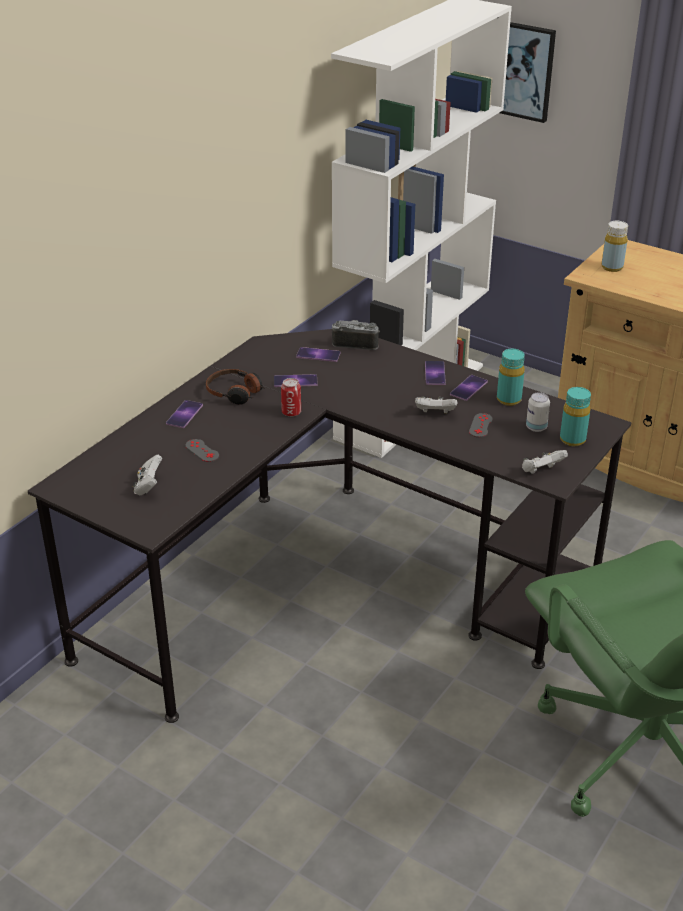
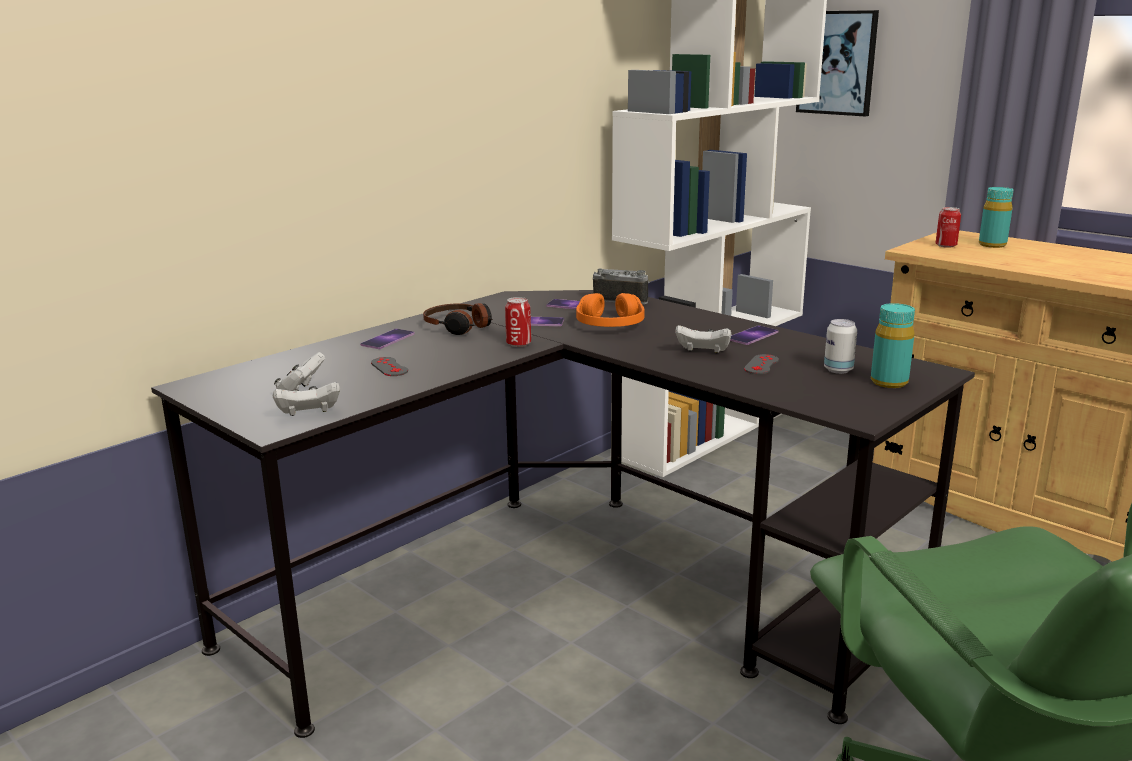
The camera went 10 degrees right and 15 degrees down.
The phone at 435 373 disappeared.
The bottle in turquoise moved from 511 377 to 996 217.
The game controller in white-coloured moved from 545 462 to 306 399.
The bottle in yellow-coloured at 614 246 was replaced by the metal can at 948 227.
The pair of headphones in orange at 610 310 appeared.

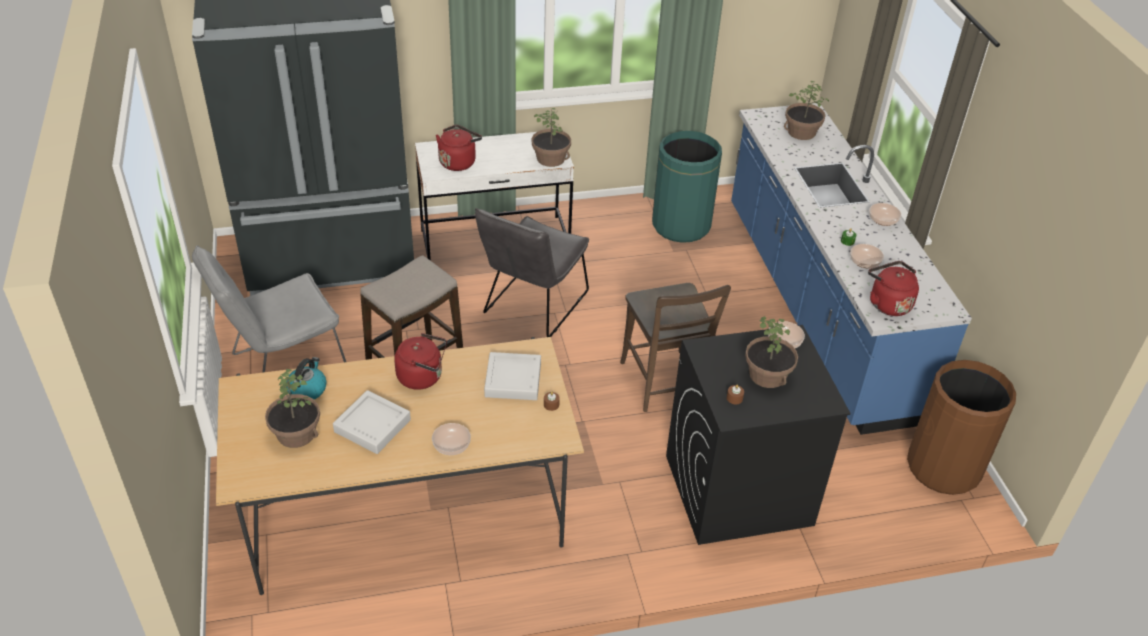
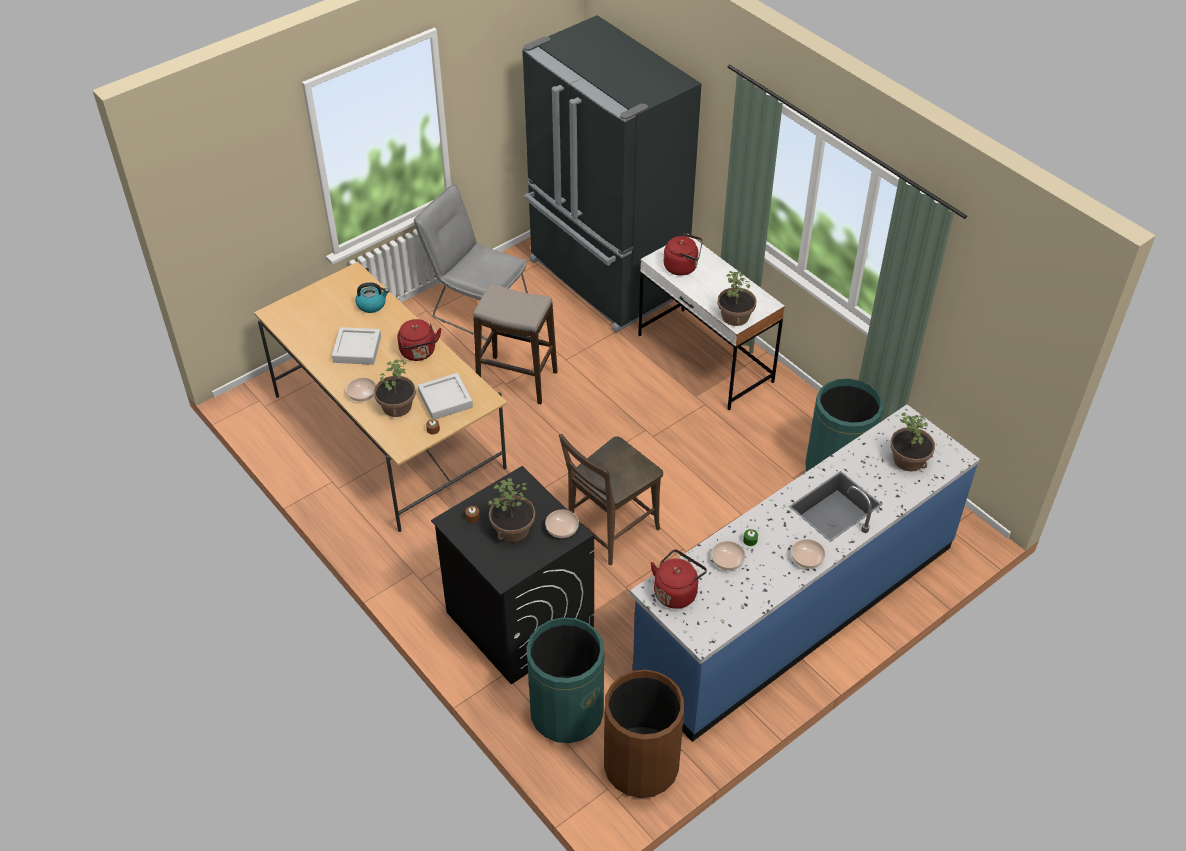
The camera went 65 degrees right and 5 degrees up.
The houseplant moved from 292 408 to 395 388.
The plain chair in greyish at 532 272 disappeared.
The trash can in green-coloured at 565 680 appeared.

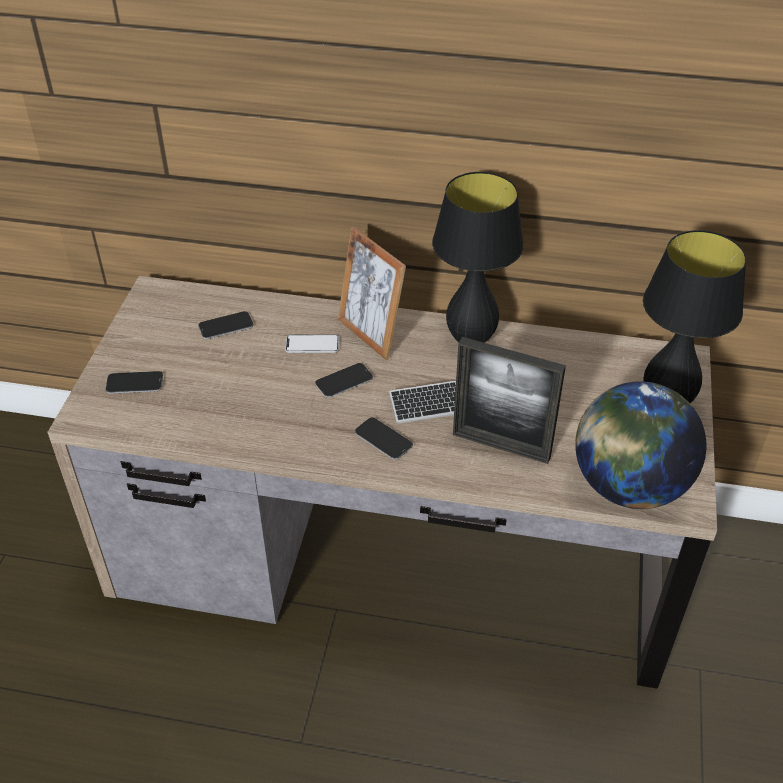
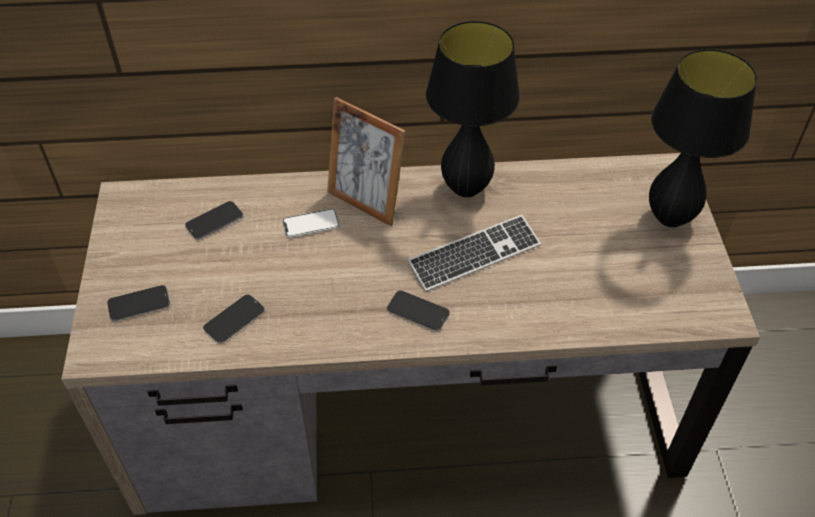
The camera went 15 degrees left and 5 degrees up.
The phone moved from 344 380 to 234 318.
The picture frame at 509 400 disappeared.
The world globe at 640 445 disappeared.

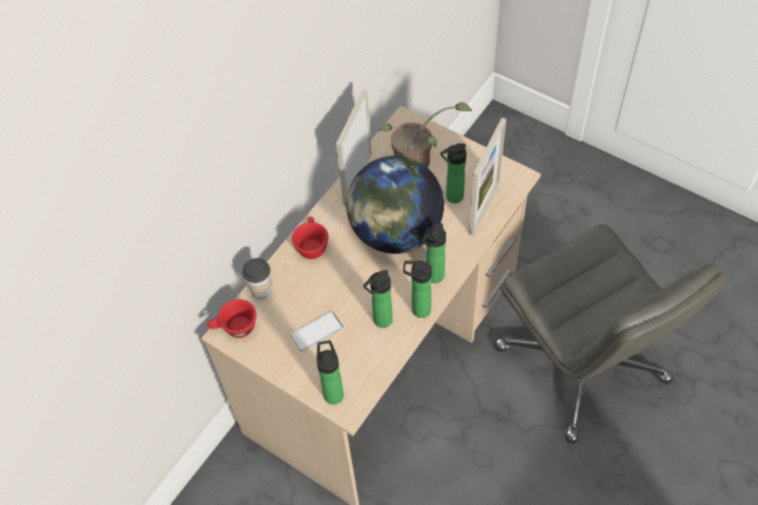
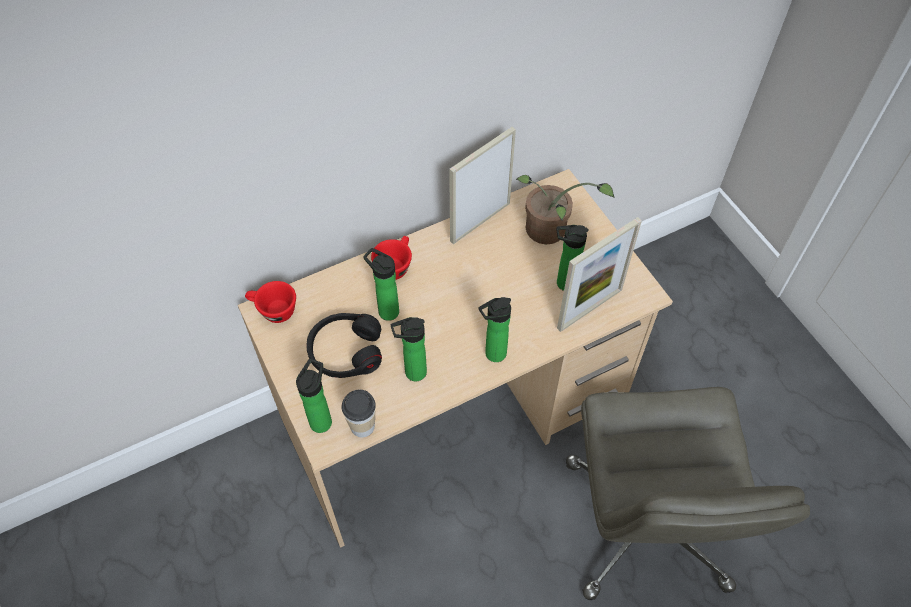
The camera went 25 degrees right and 0 degrees up.
The small cup moved from 257 279 to 358 413.
The phone at 316 331 was replaced by the pair of headphones in black-coloured at 344 345.
The world globe at 395 205 disappeared.
The bottle moved from 417 289 to 381 284.

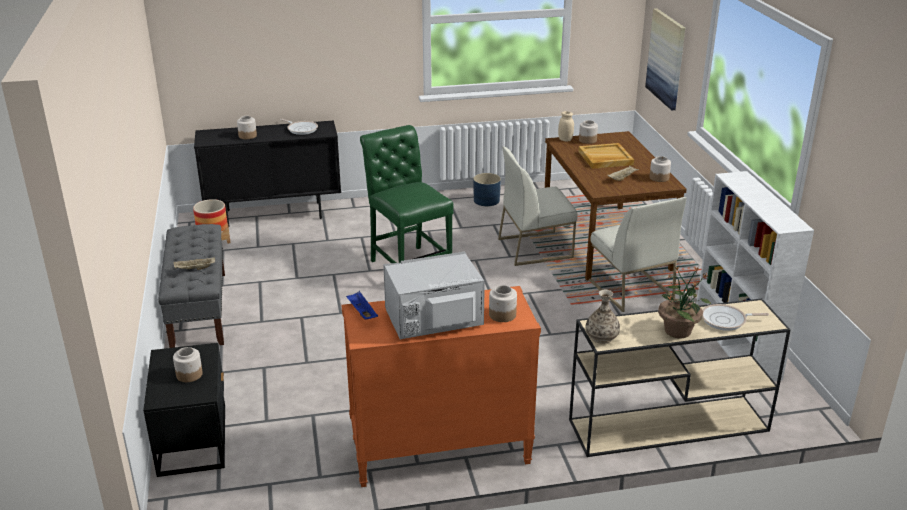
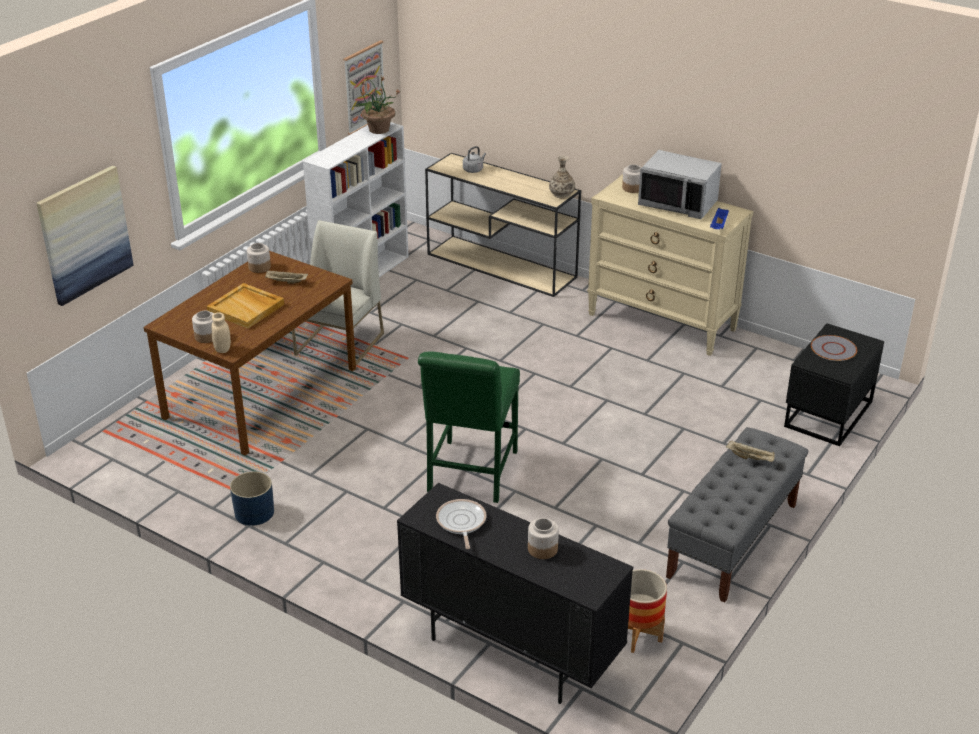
The camera went 135 degrees left and 5 degrees up.
The jar at 188 364 was replaced by the dinner plate in greyish at 834 348.
The drawer chest in orange at 441 386 became the drawer chest in beige-coloured at 670 265.
The plain chair in white-coloured at 537 206 disappeared.
The houseplant moved from 684 302 to 376 105.
The frying pan at 735 317 was replaced by the kettle in greyish at 474 159.
The wall picture at 364 87 appeared.

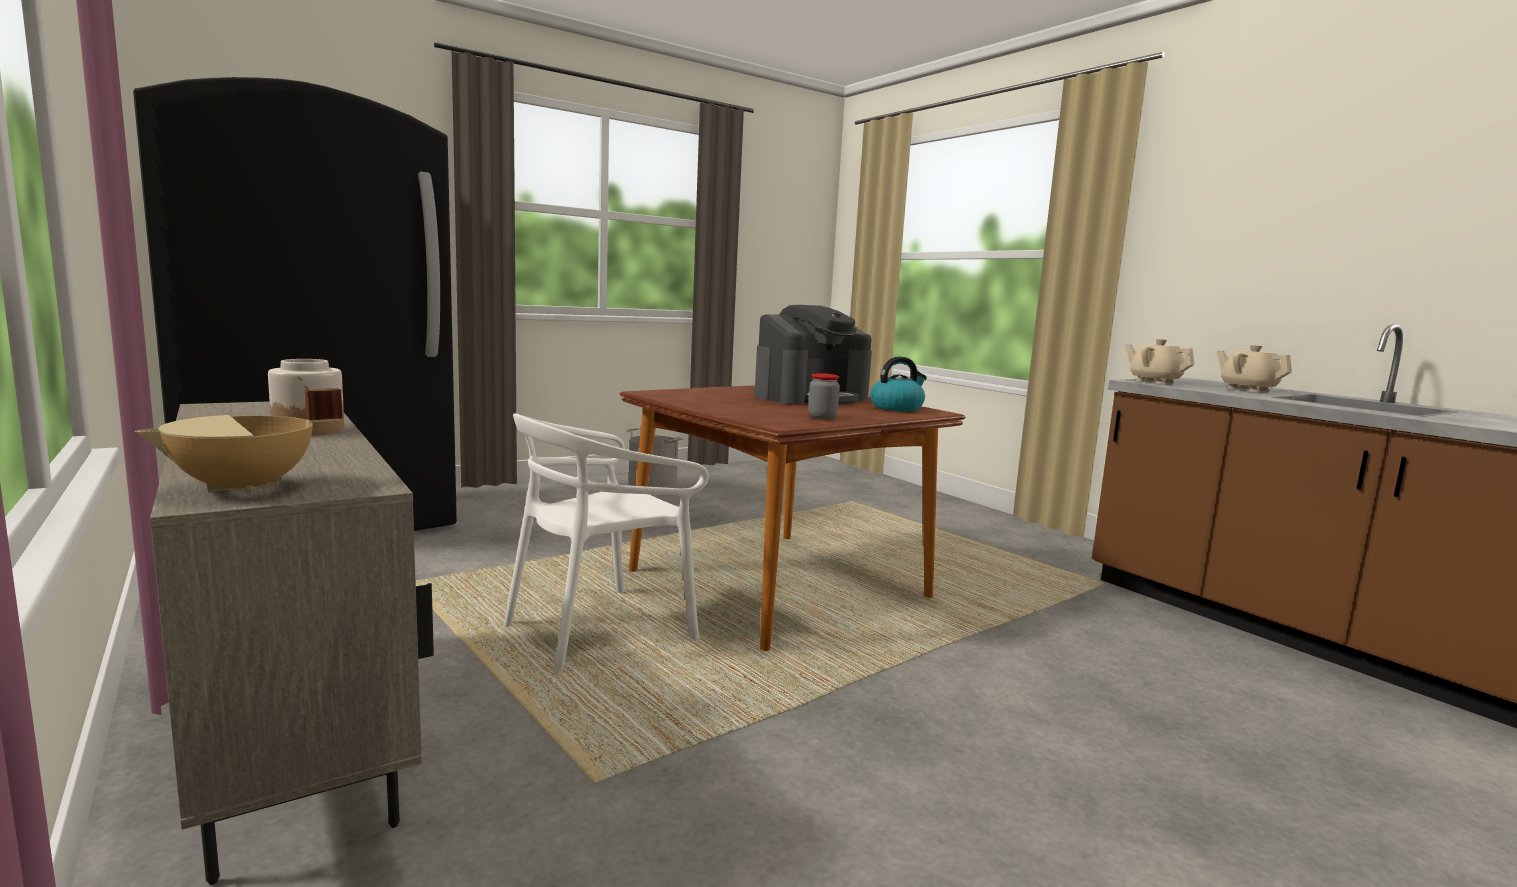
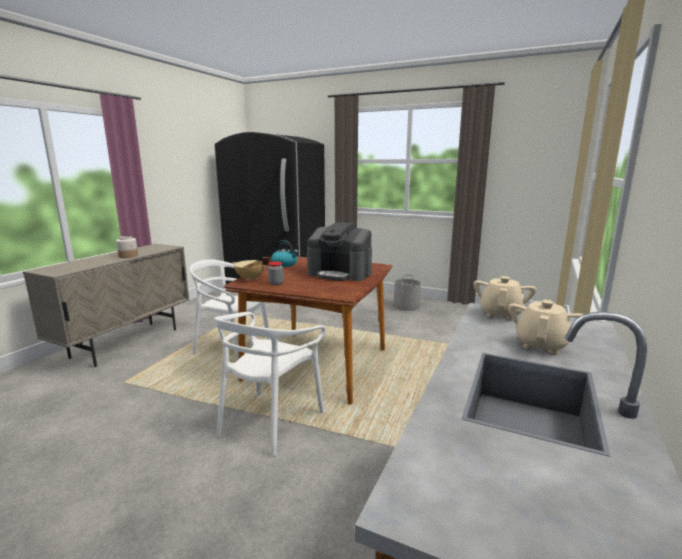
The camera went 60 degrees right and 5 degrees up.
The cooking pot in beige-coloured moved from 239 441 to 251 269.
The kettle moved from 898 383 to 284 253.
The plain chair in white-coloured at 270 384 appeared.

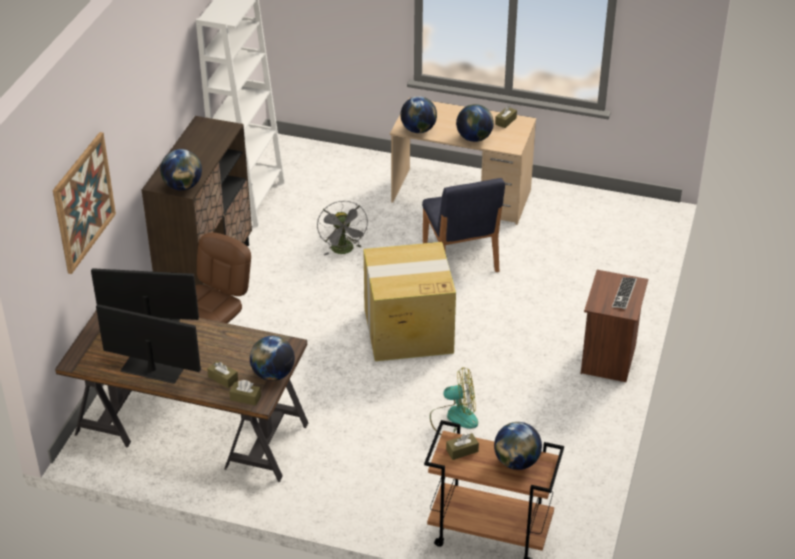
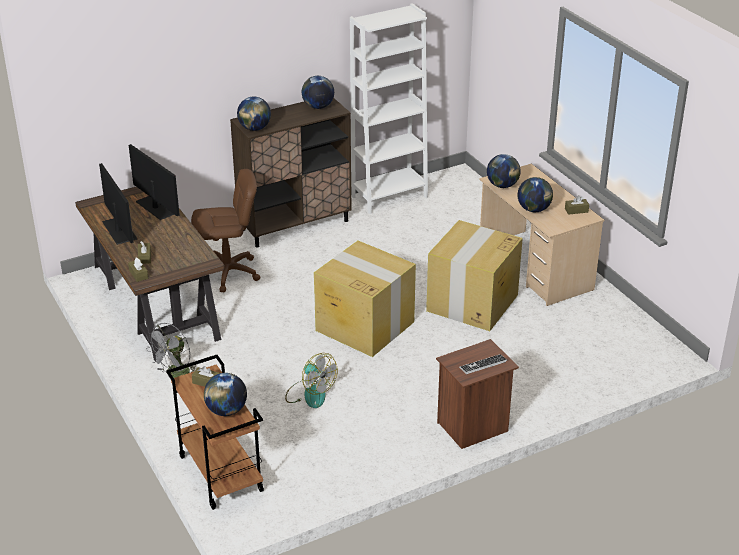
The camera went 45 degrees right and 5 degrees down.
The wall picture at 84 203 disappeared.
The world globe moved from 272 358 to 318 92.
The cooling fan in greyish moved from 342 228 to 171 350.
The plain chair in bluish at 463 225 was replaced by the carton at 474 275.

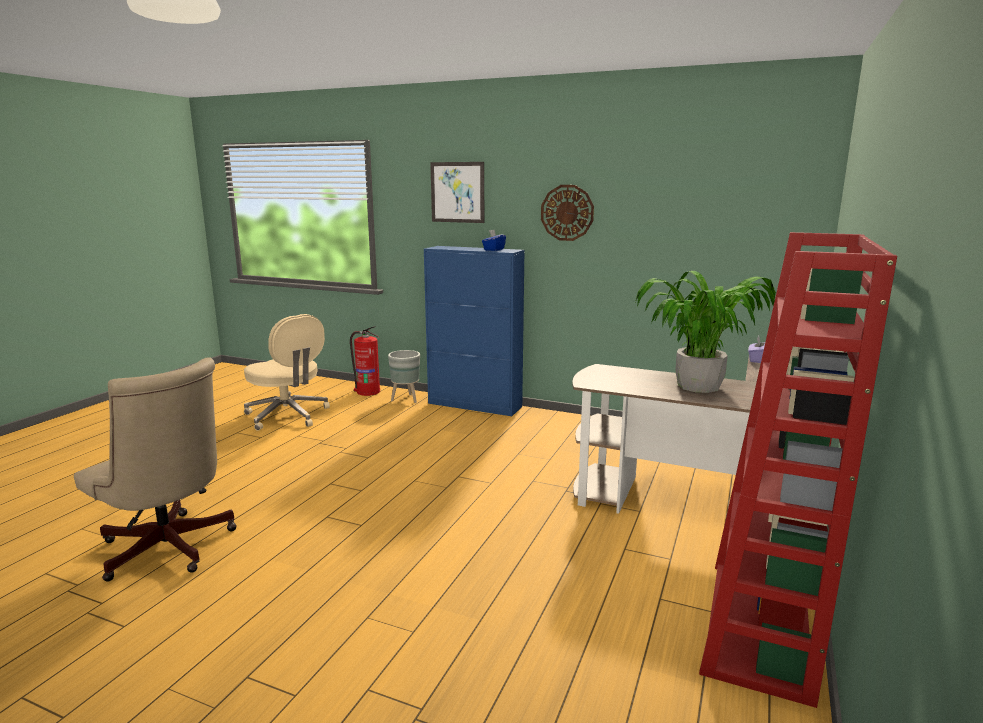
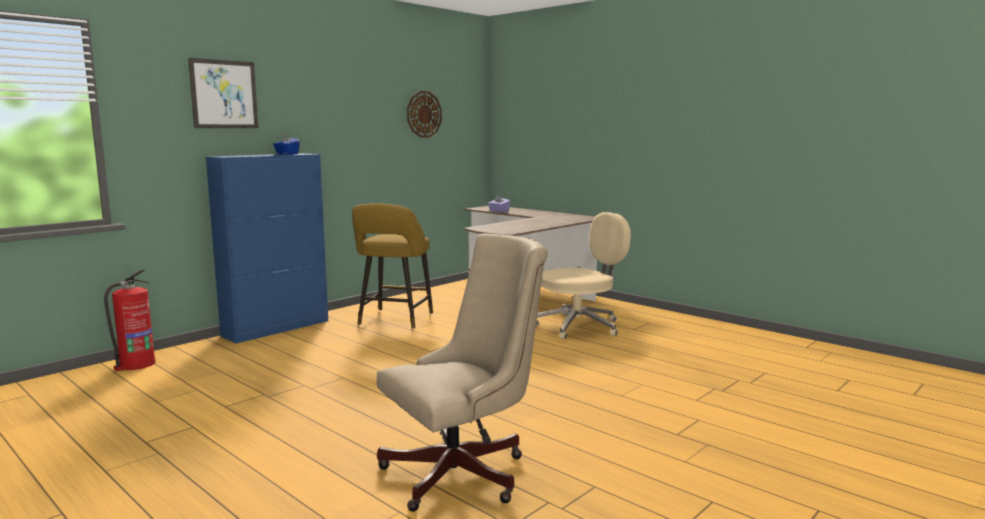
The camera went 70 degrees left and 5 degrees down.
The office chair in beige-coloured moved from 287 372 to 583 275.
The plant pot in greyish at 404 376 disappeared.
The hanging clock moved from 567 213 to 424 114.
The houseplant at 705 332 disappeared.
The bookcase in red at 798 470 disappeared.
The stool seat in yellow-coloured at 392 266 appeared.

